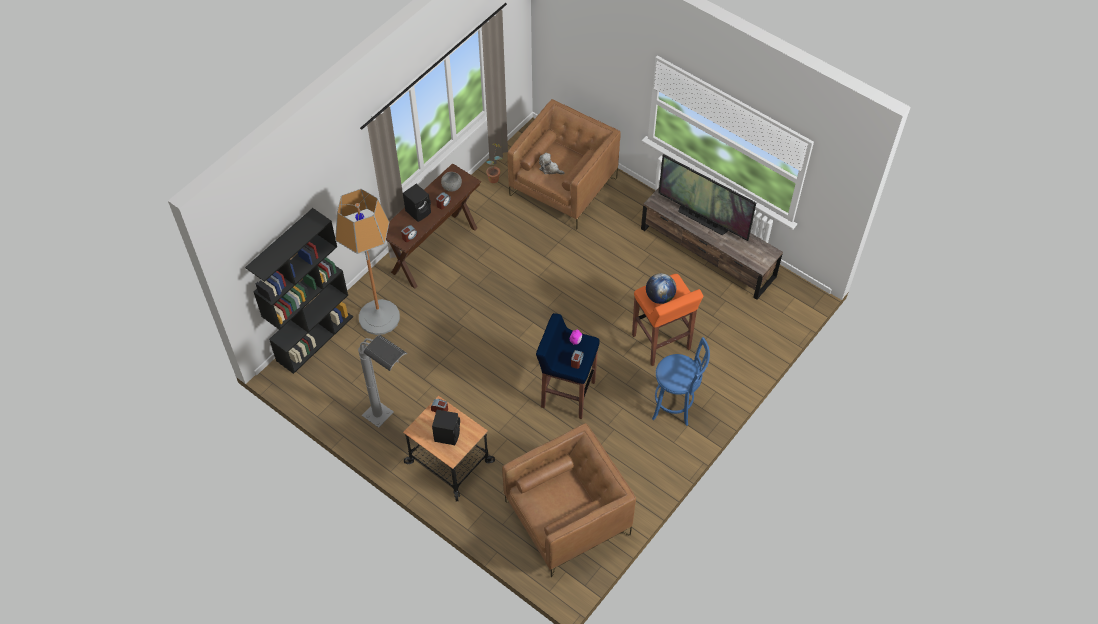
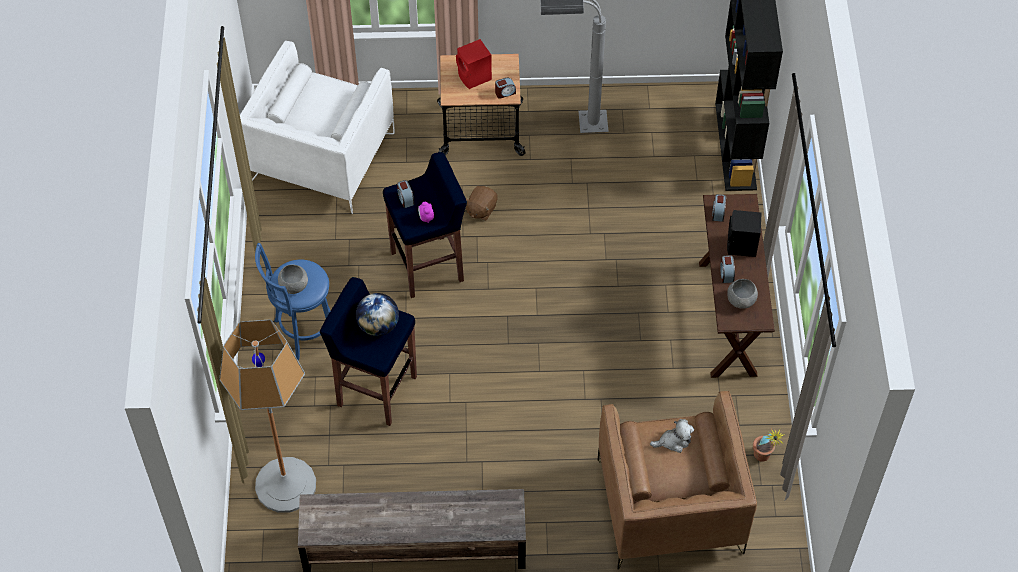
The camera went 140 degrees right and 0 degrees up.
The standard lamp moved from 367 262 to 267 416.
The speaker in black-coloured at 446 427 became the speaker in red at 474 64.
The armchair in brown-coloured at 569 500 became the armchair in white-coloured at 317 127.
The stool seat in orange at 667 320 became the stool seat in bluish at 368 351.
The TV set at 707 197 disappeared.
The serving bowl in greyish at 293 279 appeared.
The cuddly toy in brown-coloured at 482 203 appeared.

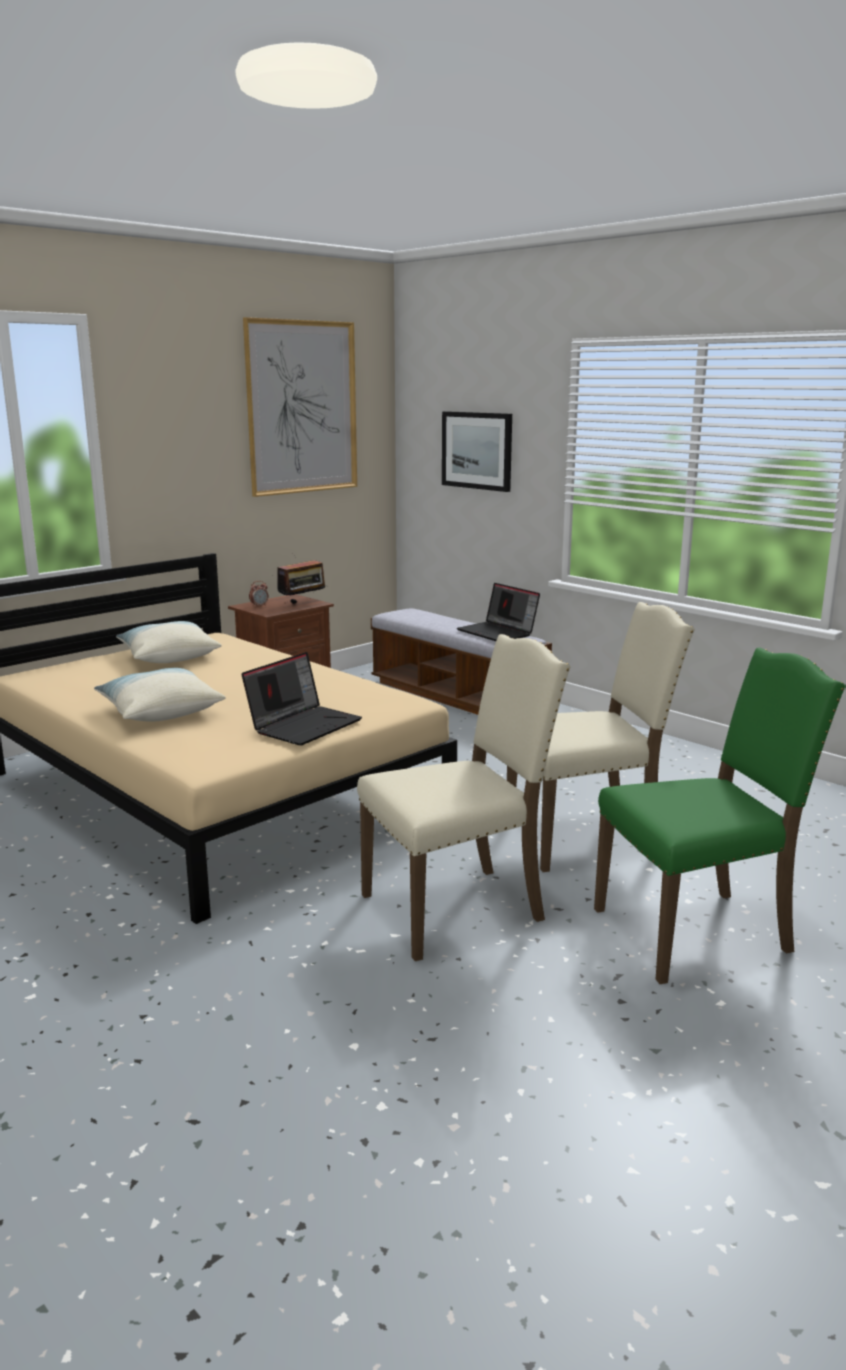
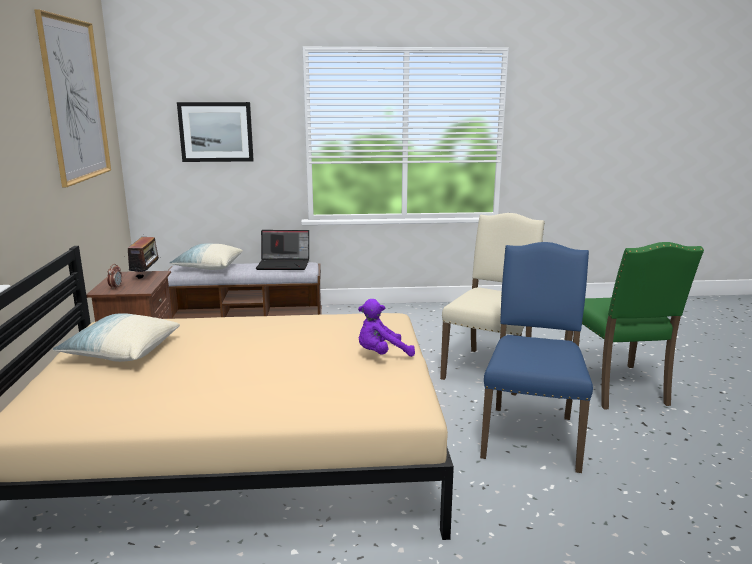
The camera went 50 degrees left and 0 degrees up.
The throw pillow moved from 159 695 to 206 257.
The portable computer at 301 699 was replaced by the cuddly toy in purple-coloured at 386 328.
The plain chair in beige-coloured at 464 797 became the plain chair in bluish at 536 357.
The plain chair in green-coloured at 720 816 turned 150 degrees clockwise.

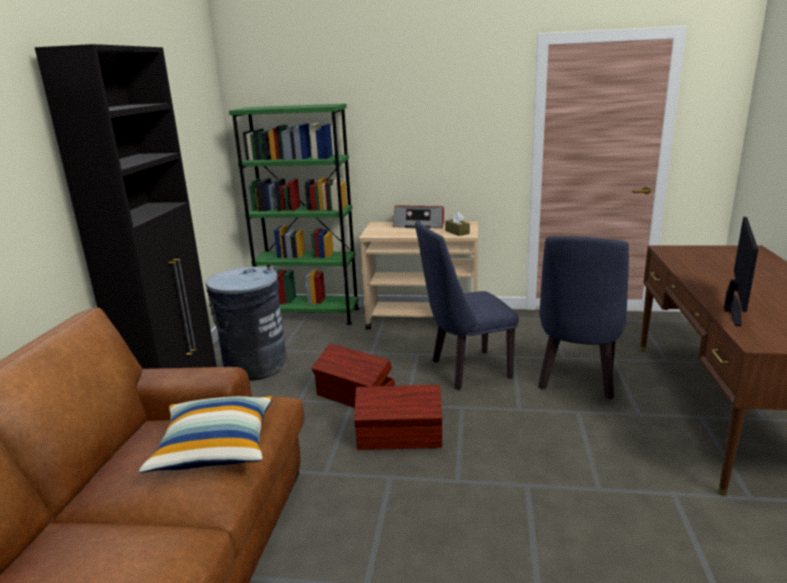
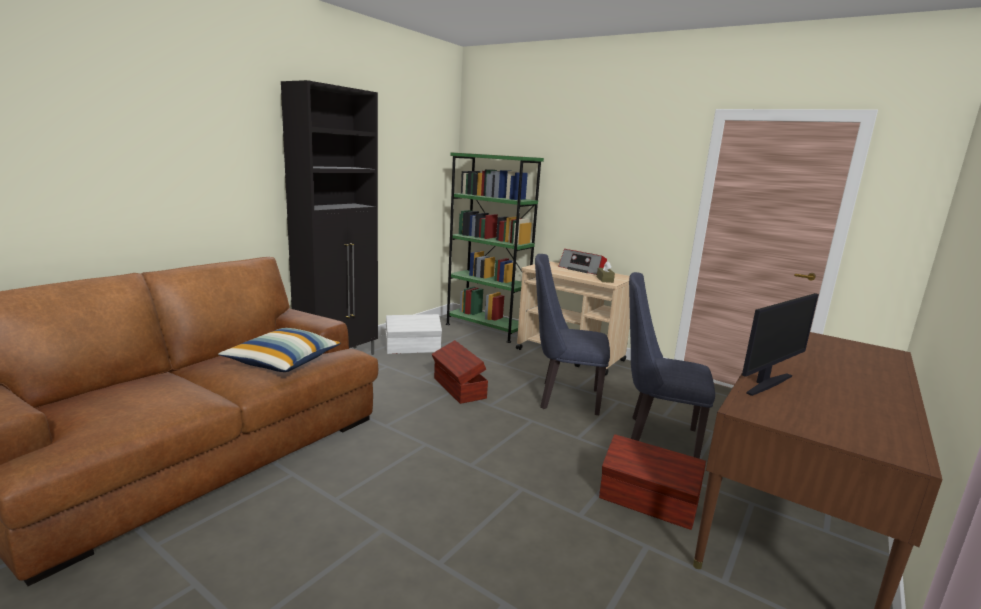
The camera went 25 degrees right and 5 degrees down.
The trash can in greyish at 246 324 was replaced by the storage box in white-coloured at 414 334.
The storage box in brown-coloured moved from 398 417 to 652 482.
The plain chair in bluish at 583 317 turned 60 degrees clockwise.

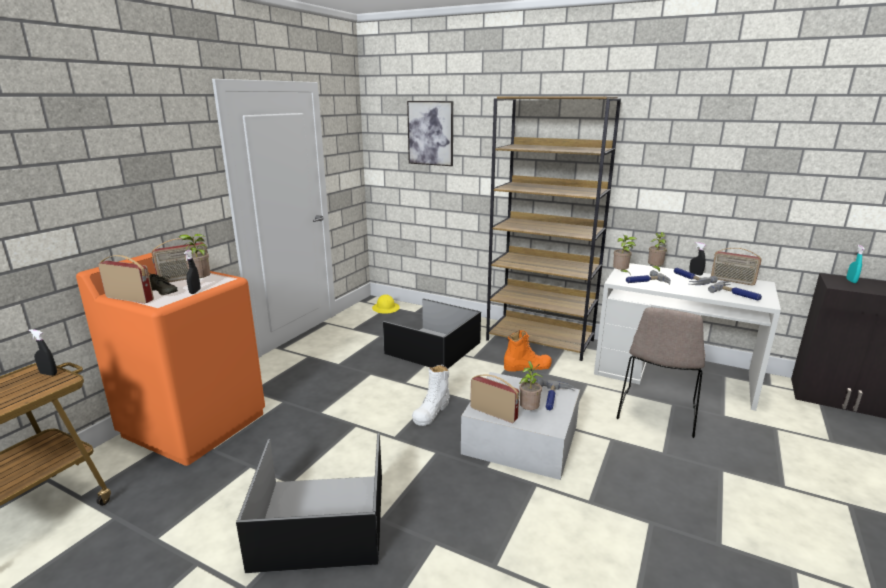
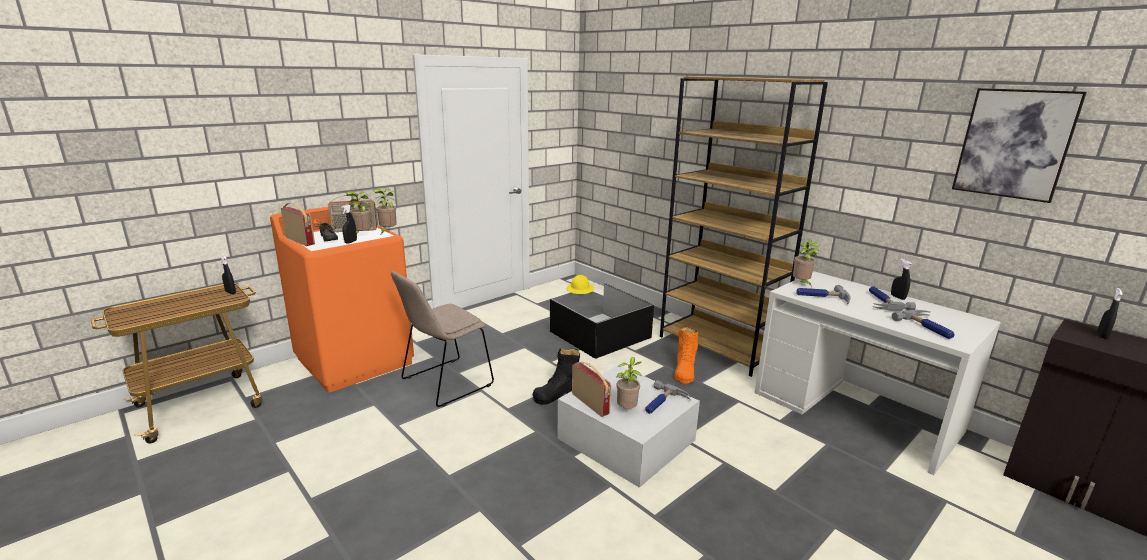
The camera went 20 degrees right and 0 degrees up.
The storage box in black-coloured at 309 503 disappeared.
The wall picture moved from 430 133 to 1019 145.
The tall boot in white-coloured at 431 395 became the tall boot in black-coloured at 556 376.
The tall boot in orange at 528 350 turned 90 degrees clockwise.
The plain chair in beige-coloured moved from 661 372 to 442 339.
The houseplant moved from 658 252 to 385 211.
The radio set at 736 267 disappeared.
The hand sprayer in turquoise at 856 264 became the hand sprayer in black-coloured at 1110 313.

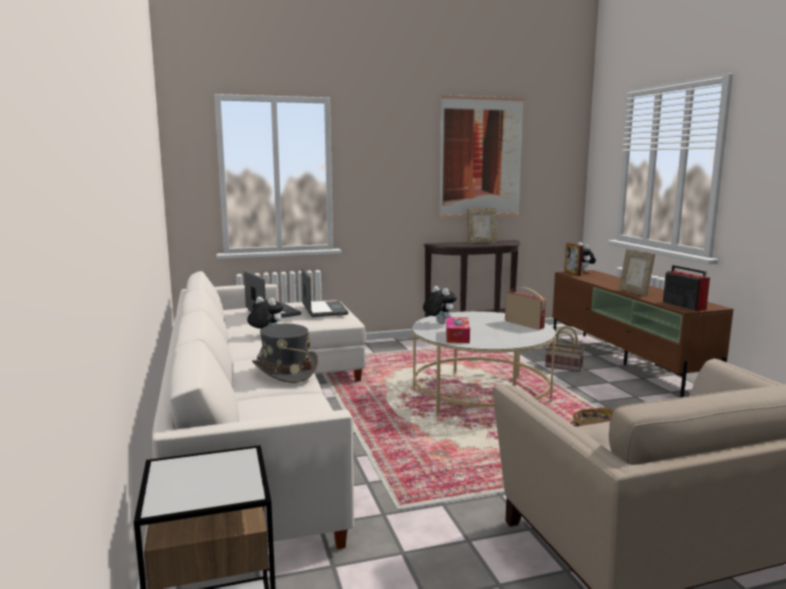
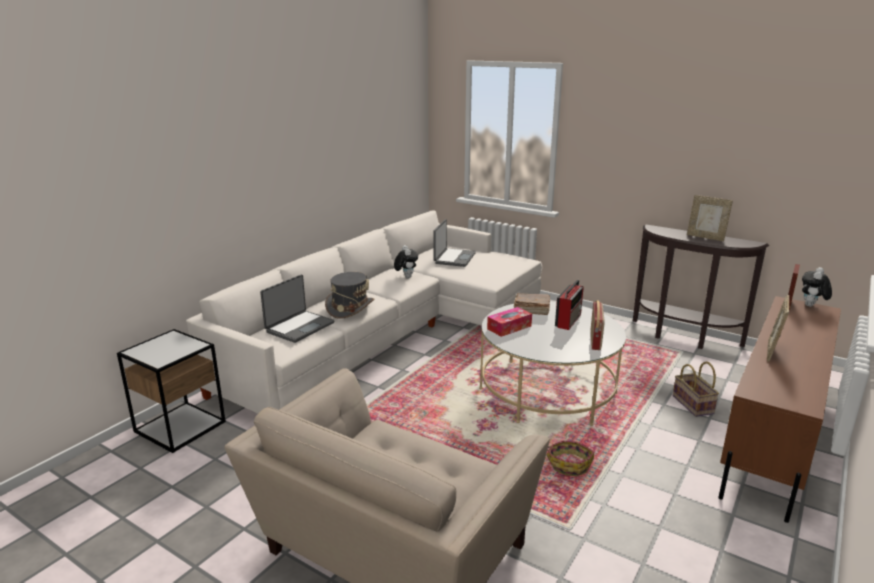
The camera went 50 degrees right and 10 degrees up.
The portable computer moved from 325 292 to 297 309.
The cuddly toy at 440 305 was replaced by the bound book in brown-coloured at 532 304.
The wall picture at 481 156 disappeared.
The radio set moved from 686 288 to 569 305.

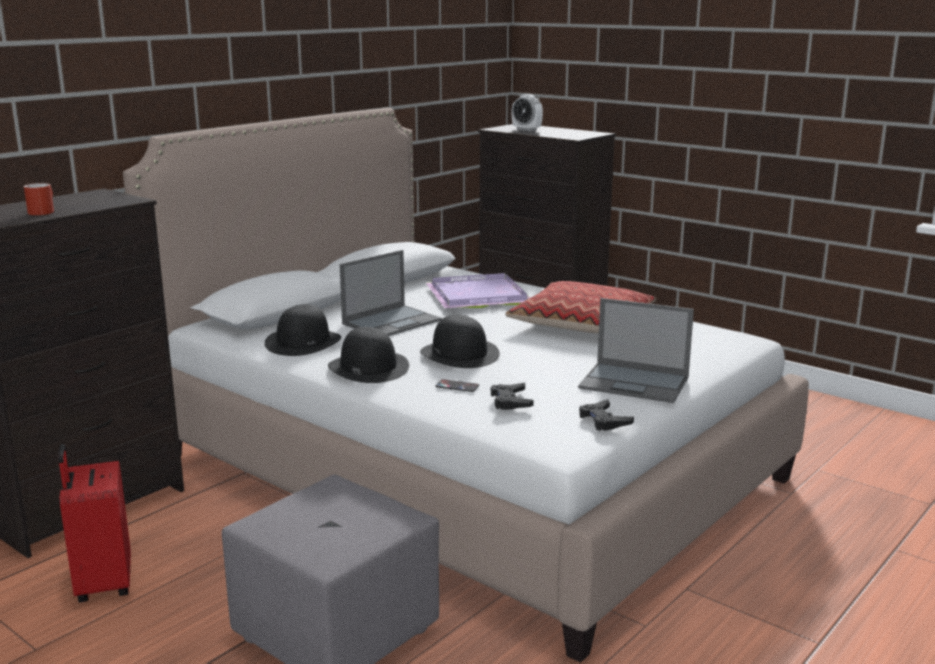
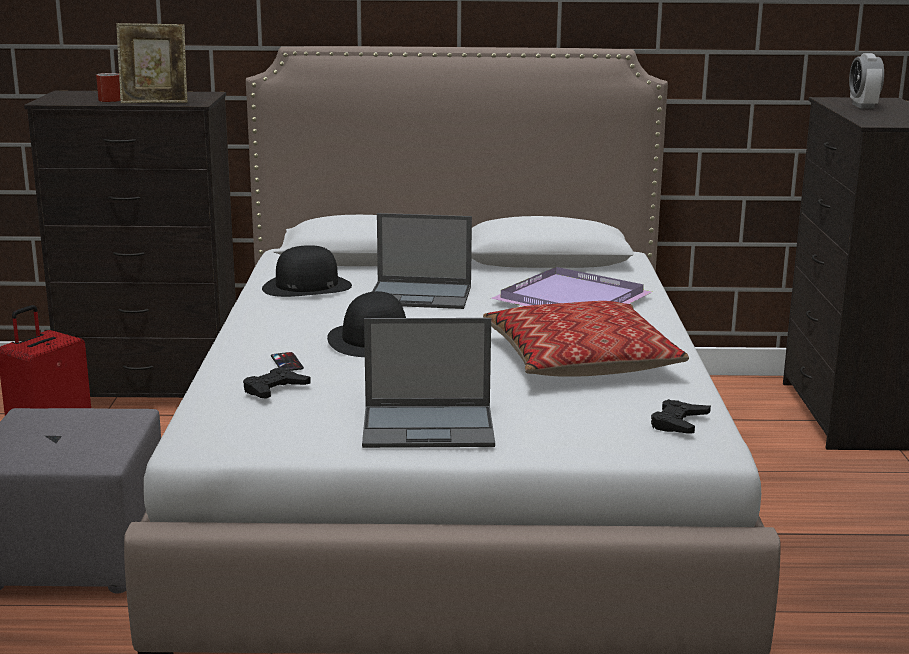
The camera went 50 degrees right and 0 degrees up.
The clothing hat in black-coloured at 368 355 disappeared.
The portable computer at 636 350 turned 75 degrees counterclockwise.
The game controller in black-coloured moved from 606 415 to 681 416.
The picture frame at 152 63 appeared.

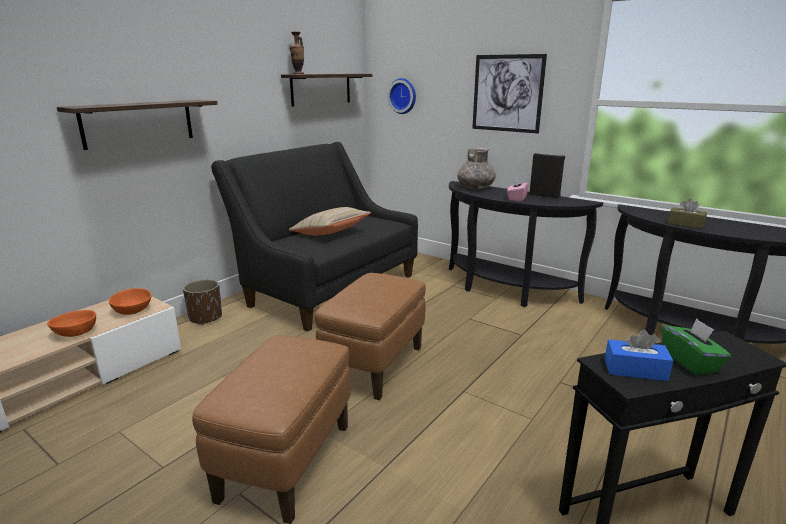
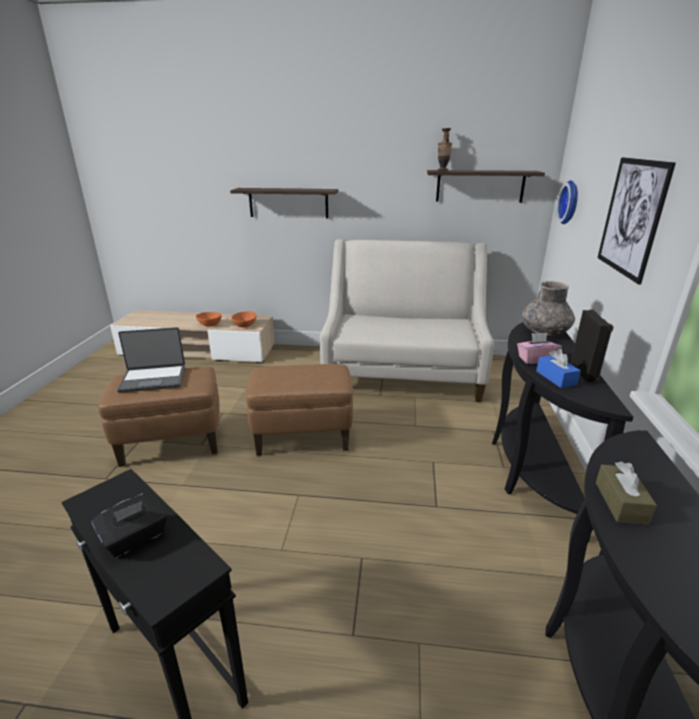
The camera went 60 degrees right and 5 degrees up.
The plant pot in brown-coloured at 202 302 disappeared.
The settee in black-coloured at 314 237 became the settee in beige-coloured at 407 320.
The throw pillow in beige-coloured at 330 221 disappeared.
The box of tissues in bluish moved from 639 355 to 558 368.
The box of tissues in green-coloured at 696 347 became the box of tissues in black-coloured at 129 525.
The portable computer at 151 360 appeared.

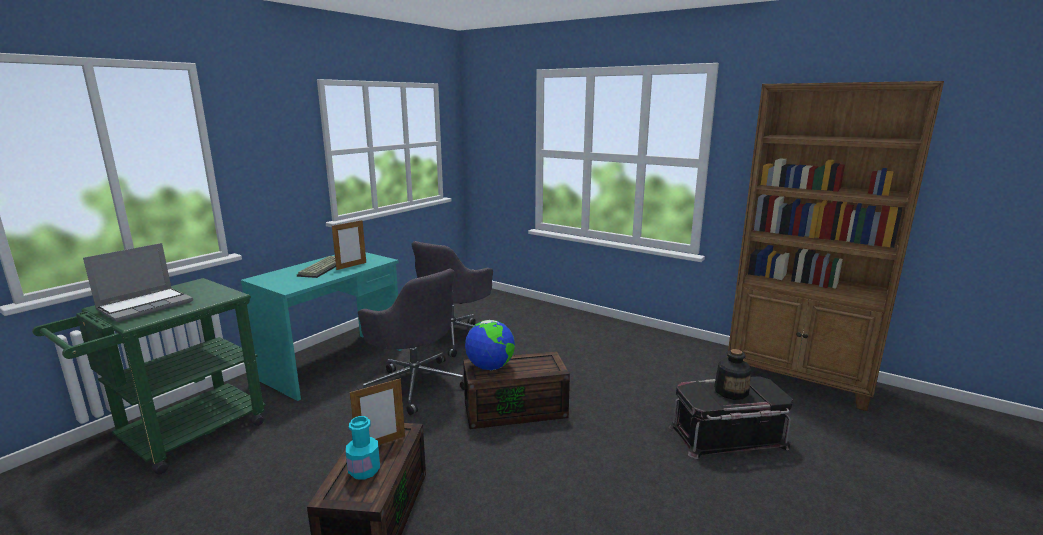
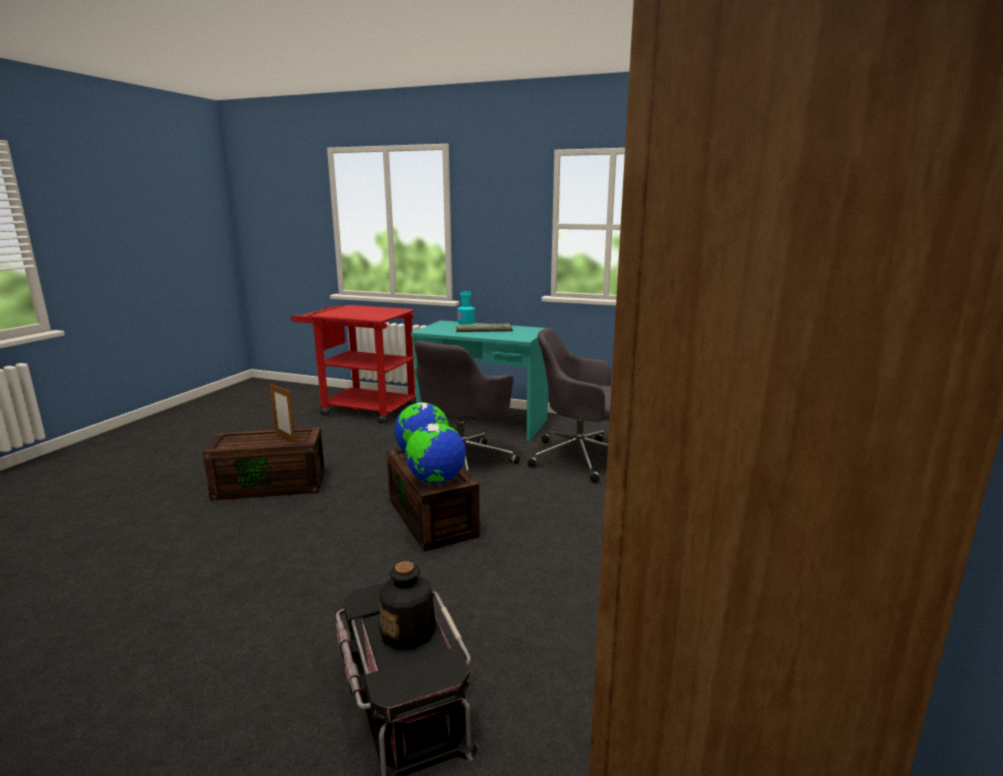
The camera went 75 degrees right and 0 degrees up.
The wheeled cart in green-coloured at 149 376 became the wheeled cart in red at 353 364.
The portable computer at 138 282 disappeared.
The picture frame at 349 245 disappeared.
The bottle in turquoise moved from 363 448 to 466 308.
The world globe at 435 453 appeared.

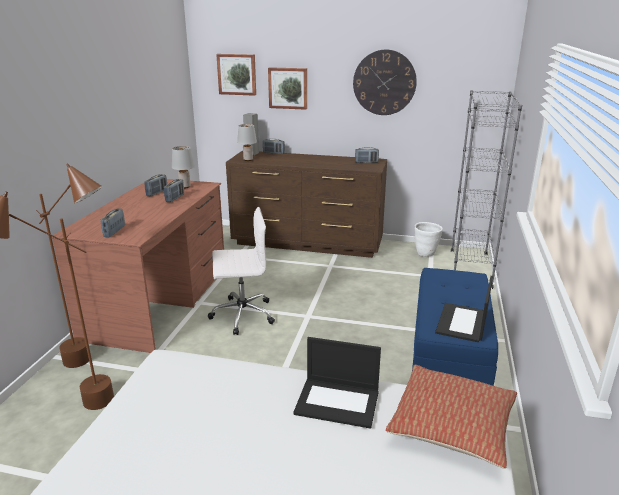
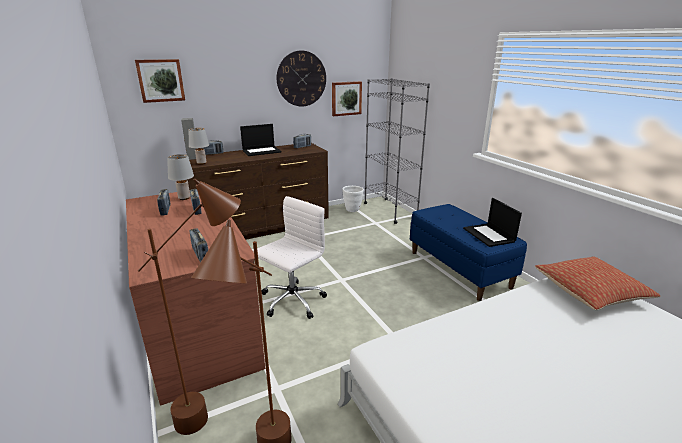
The camera went 40 degrees left and 0 degrees up.
The wall picture moved from 287 88 to 347 98.
The portable computer moved from 337 383 to 261 140.

